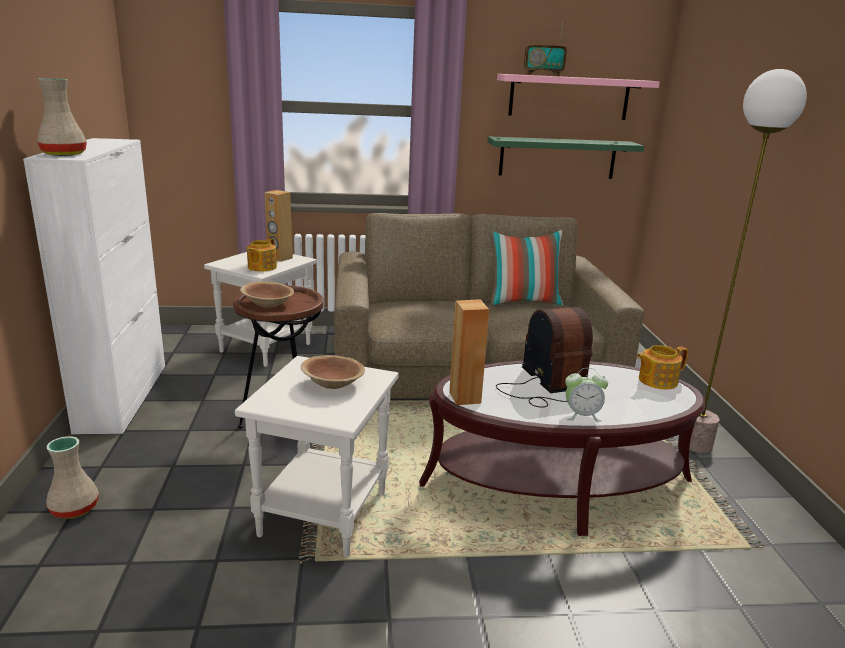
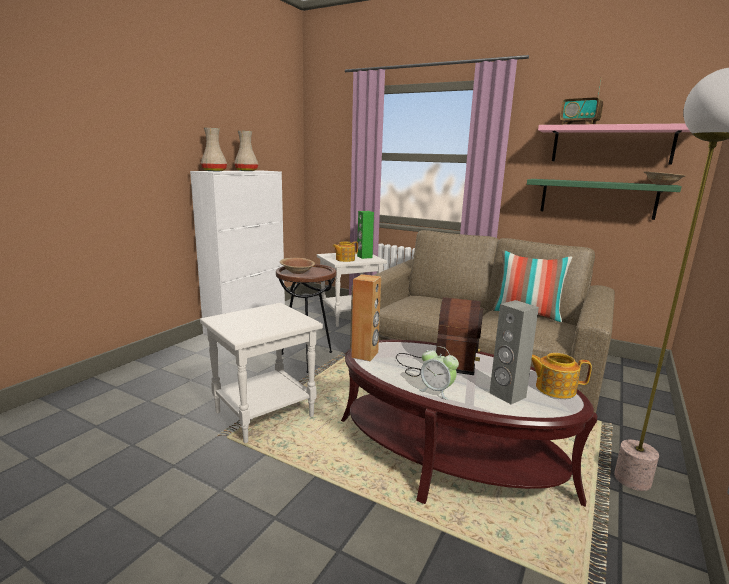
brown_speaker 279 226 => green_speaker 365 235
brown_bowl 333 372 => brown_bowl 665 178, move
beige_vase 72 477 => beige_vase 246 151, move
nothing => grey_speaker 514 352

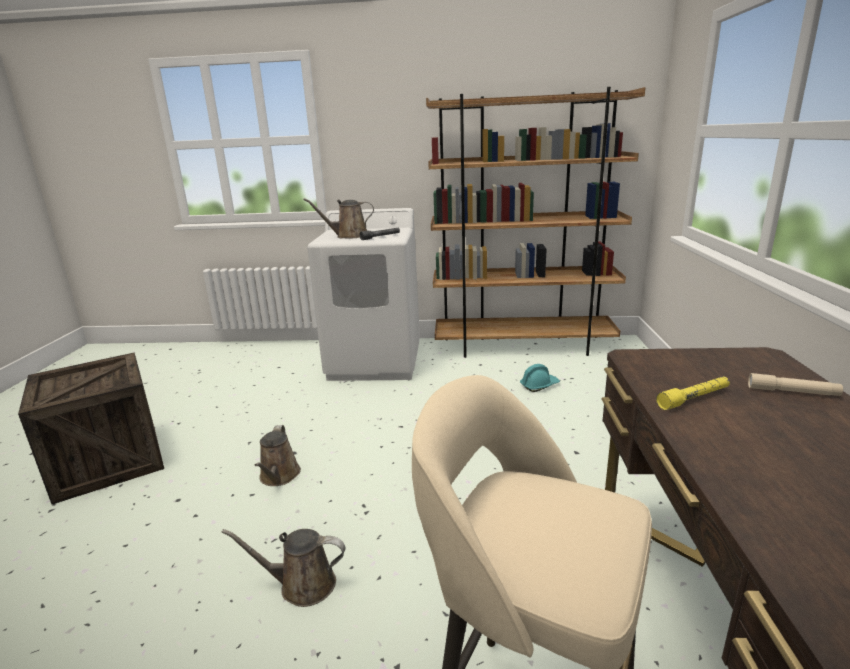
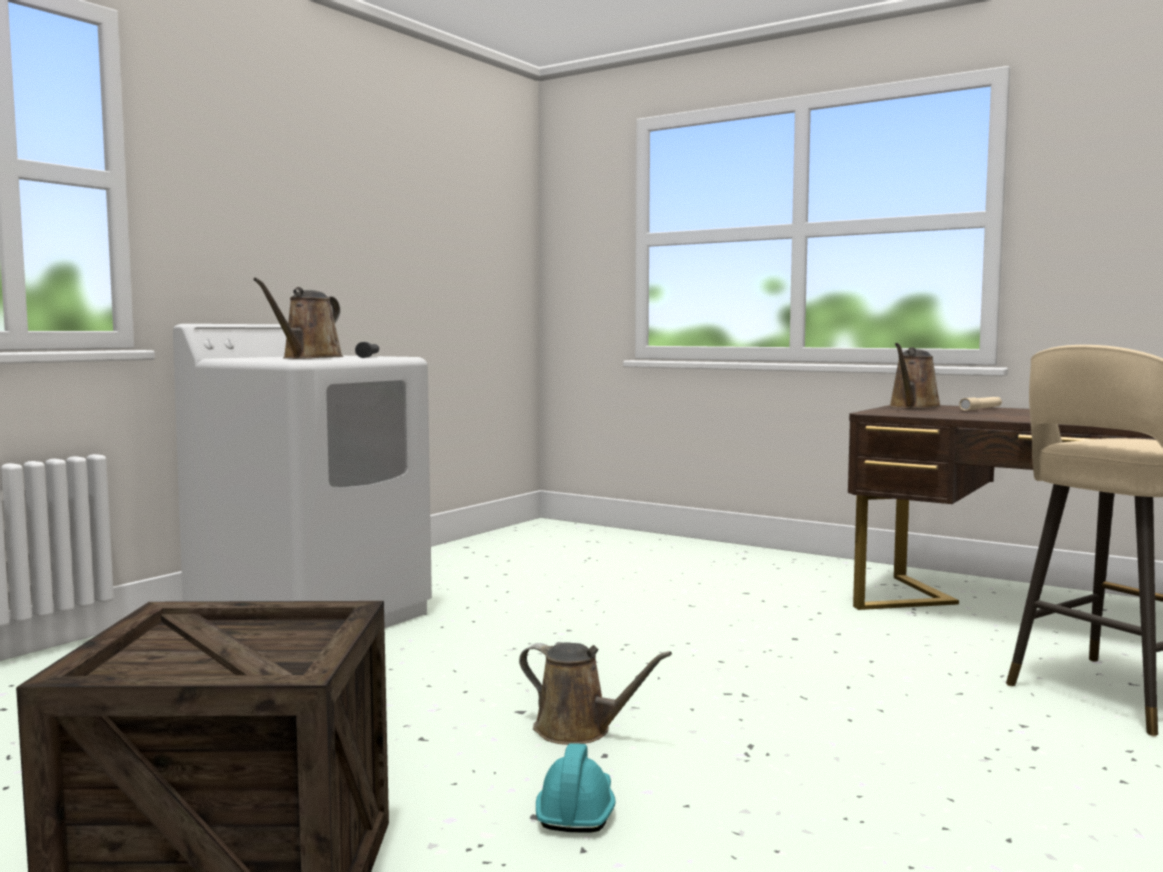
brown_bookcase 536 222 => nothing
turquoise_hard_hat 540 378 => turquoise_hard_hat 575 787, move
yellow_flashlight 693 393 => nothing
brown_watering_can 283 568 => brown_watering_can 915 376, move

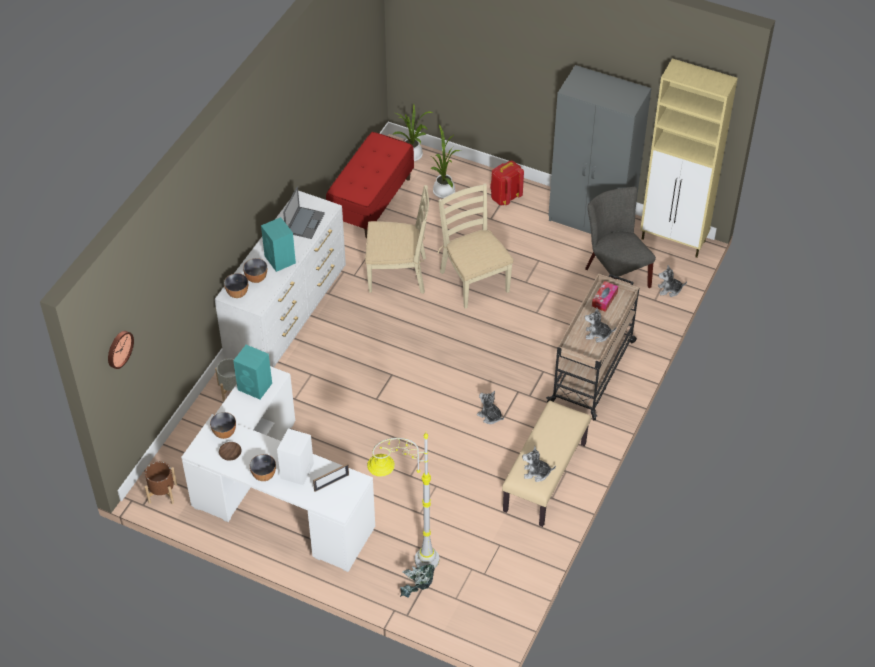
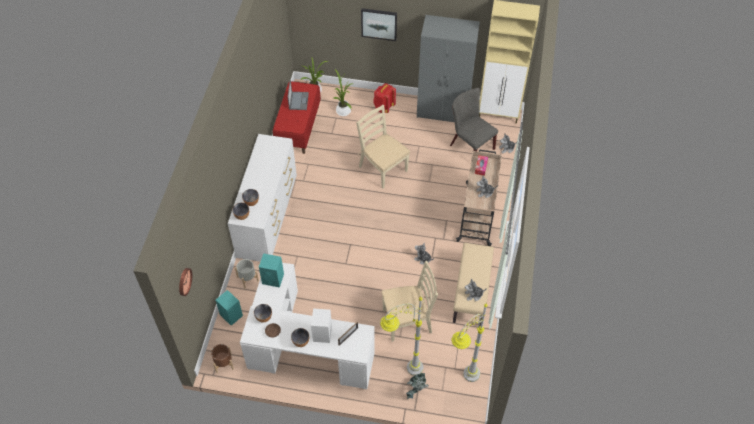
beige_chair 397 239 => beige_chair 410 301, move
laptop 304 213 => laptop 298 94, move
turquoise_speaker 278 244 => turquoise_speaker 229 308, move
nothing => picture 379 24
nothing => grey_floor_lamp 469 343

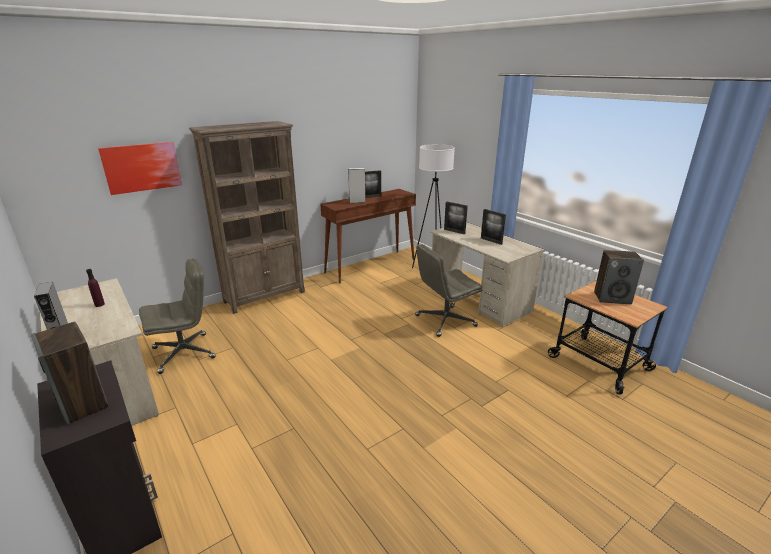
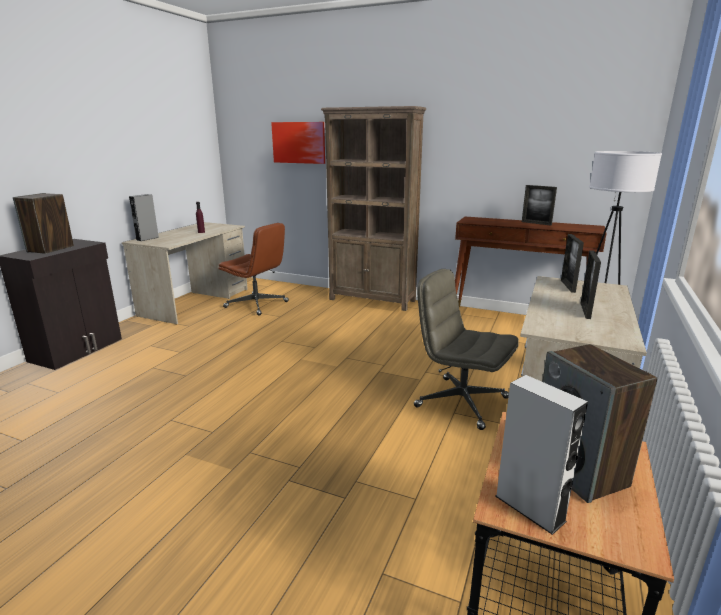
grey_speaker 357 185 => grey_speaker 541 455, move
grey_office_chair 177 316 => brown_office_chair 253 269

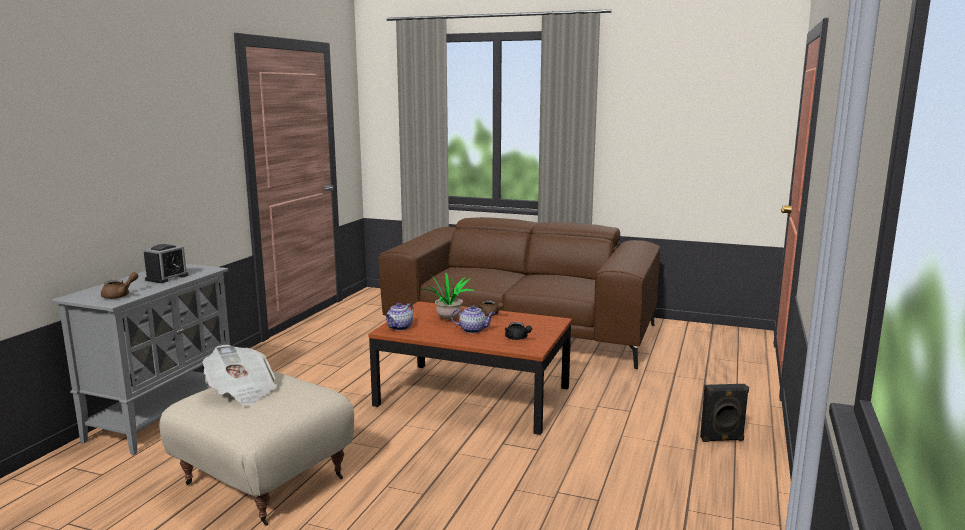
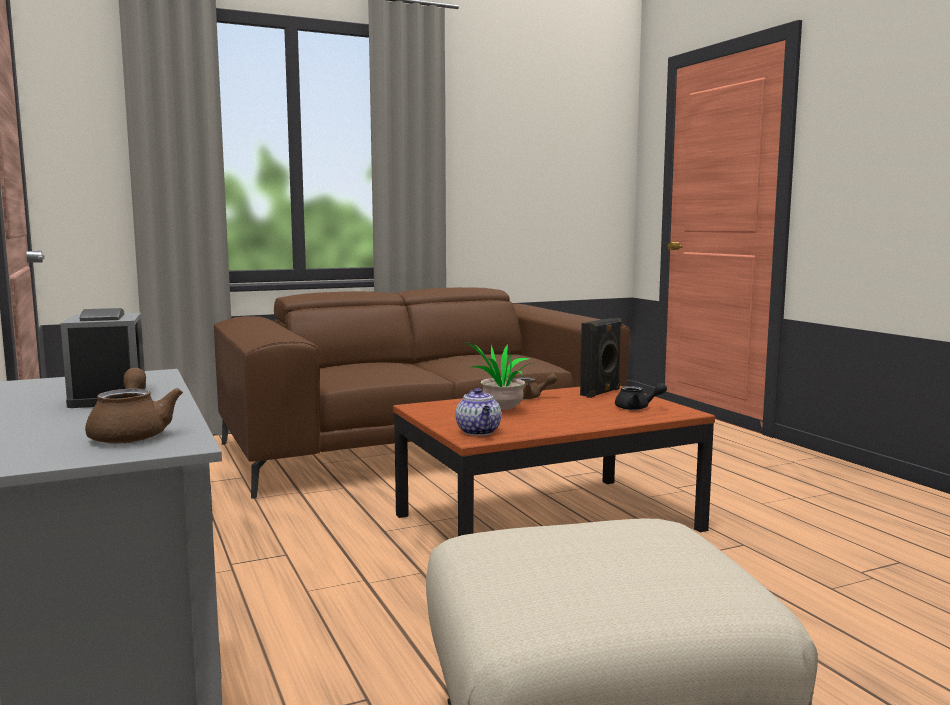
teapot 473 319 => nothing
newspaper 239 375 => nothing
black_speaker 724 413 => black_speaker 601 358, move

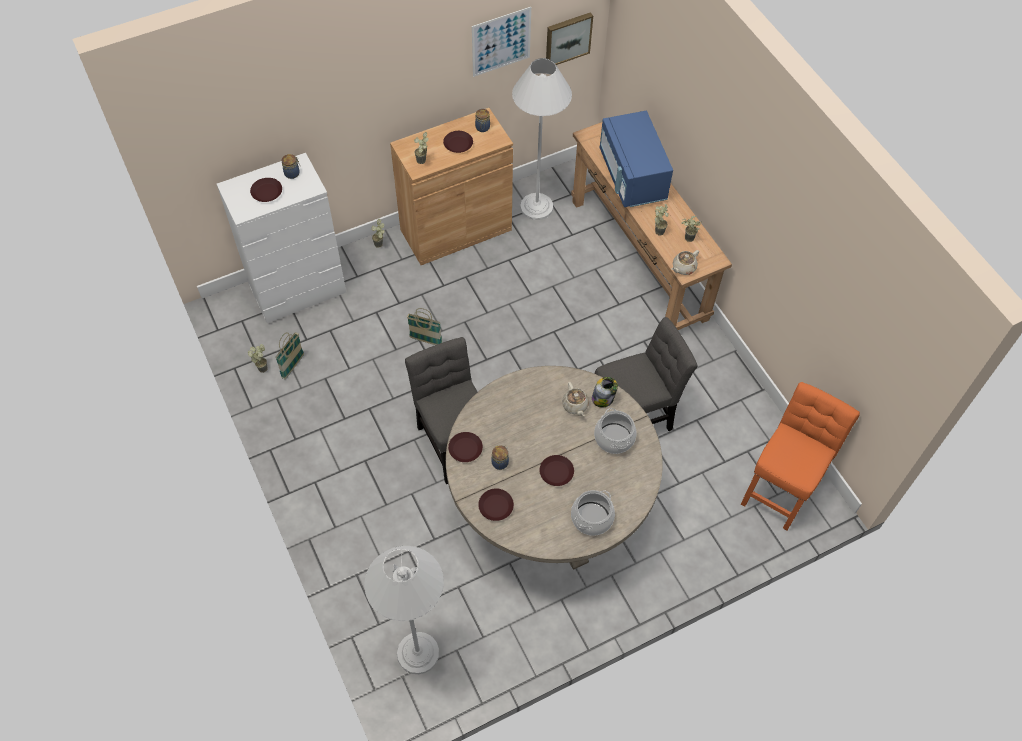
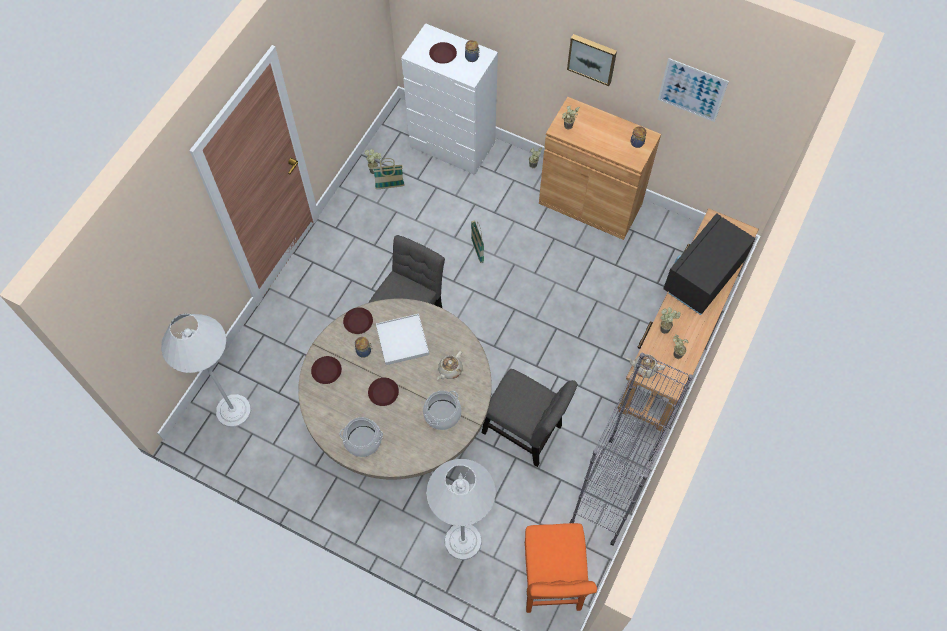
picture 569 38 => picture 592 60, move
white_floor_lamp 542 139 => white_floor_lamp 461 509, move
blue_microwave 636 159 => black_microwave 709 264
brown_plate 458 142 => nothing
jar 605 392 => nothing
orange_chair 800 456 => orange_chair 561 568, 90 degrees clockwise
nothing => white_tray 402 339
nothing => grey_bookcase 631 449

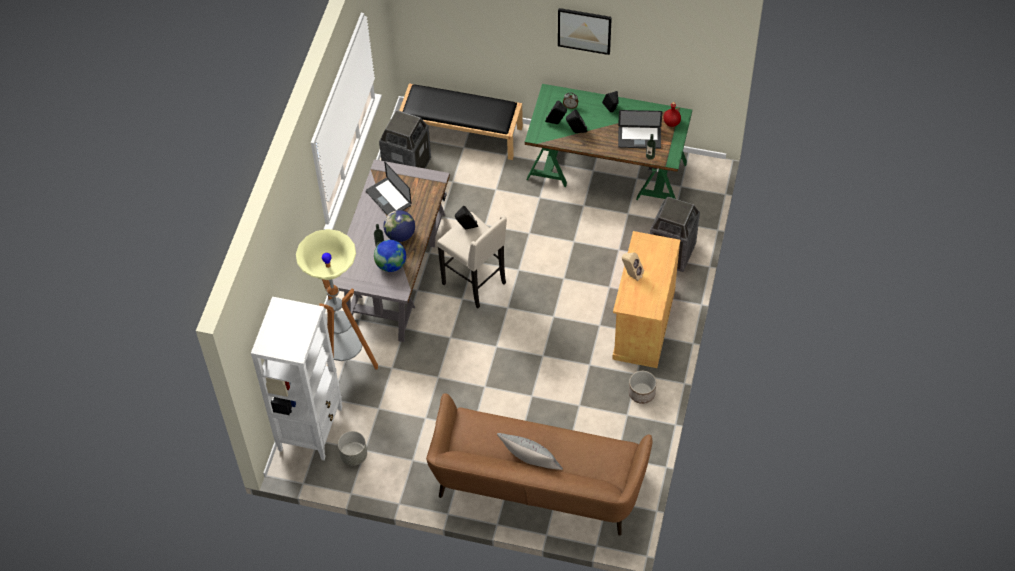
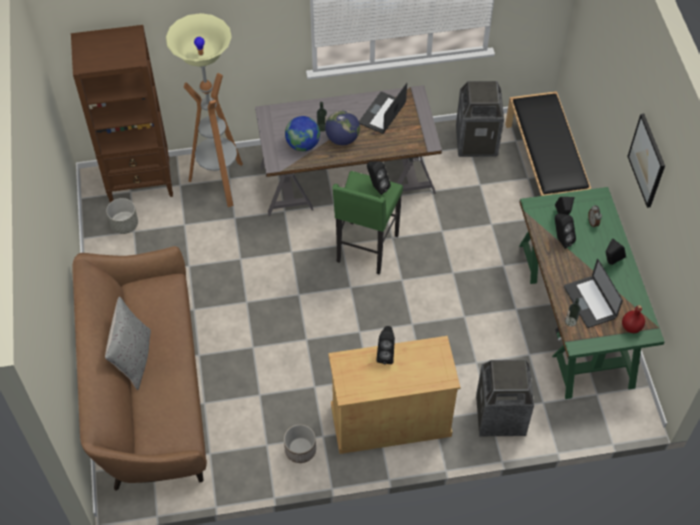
beige_stool 472 260 => green_stool 367 223
beige_speaker 633 267 => black_speaker 385 345
white_bookcase 296 378 => brown_bookcase 122 114

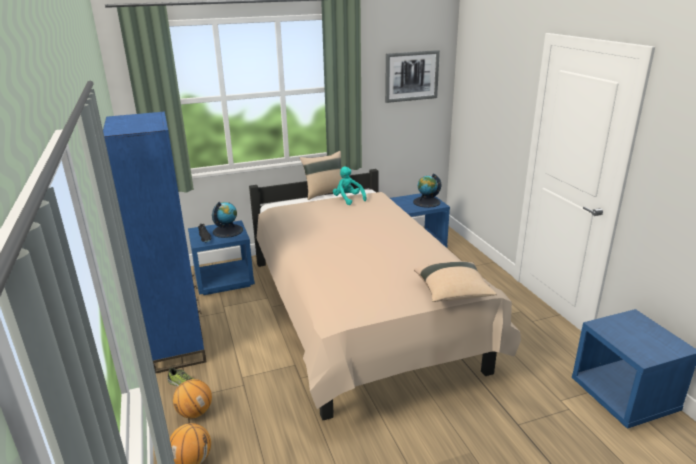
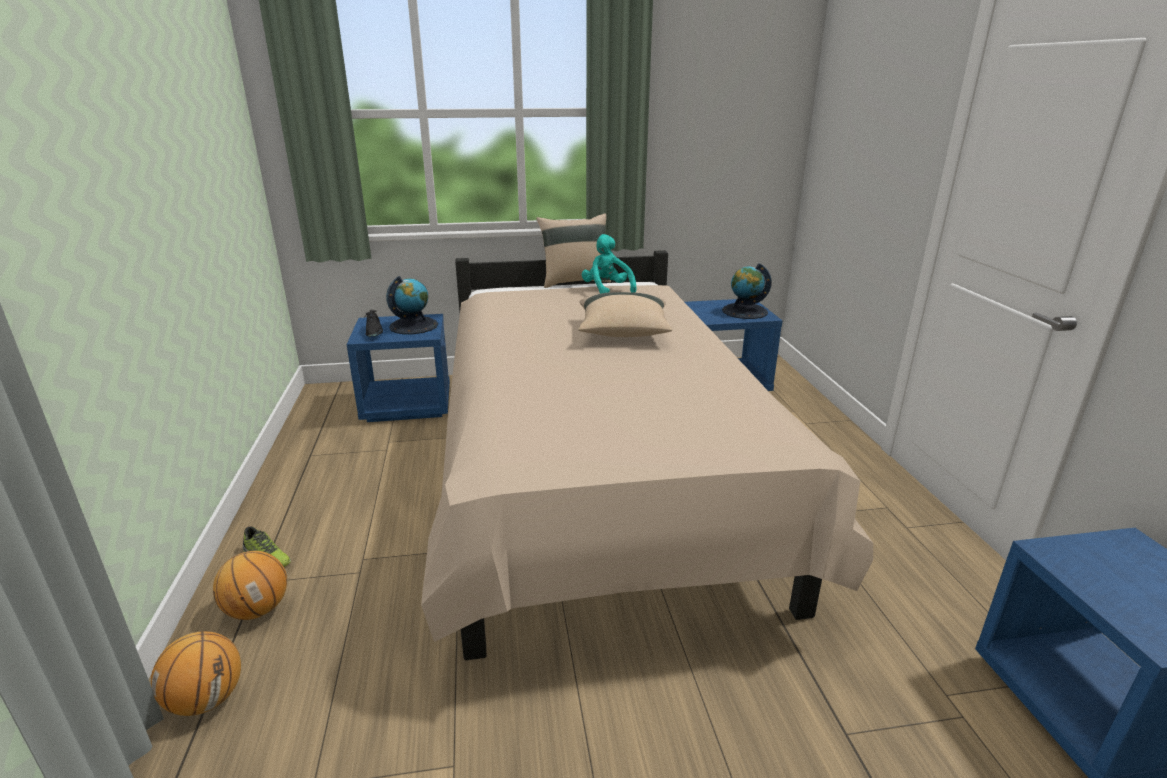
picture 412 76 => nothing
blue_bookcase 155 242 => nothing
beige_pillow 455 282 => beige_pillow 625 314, move

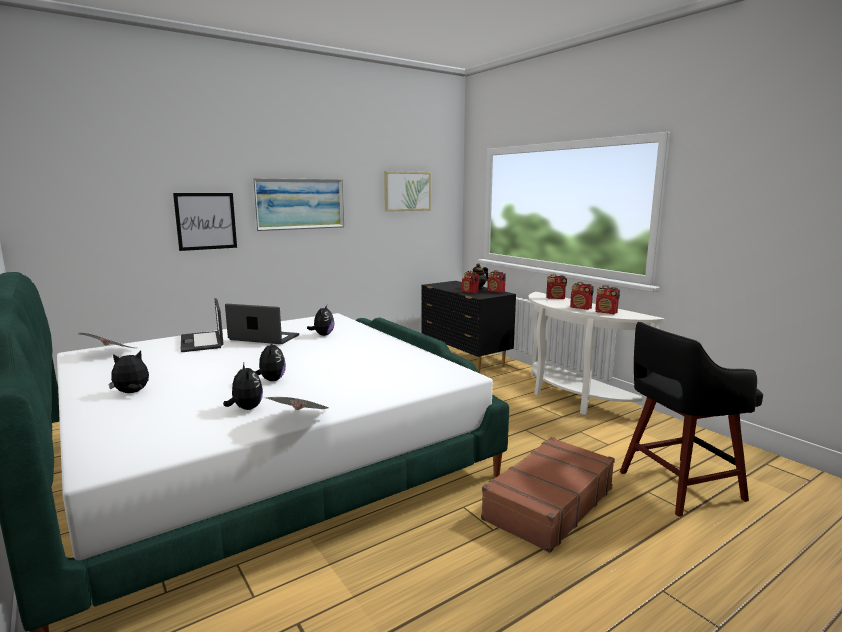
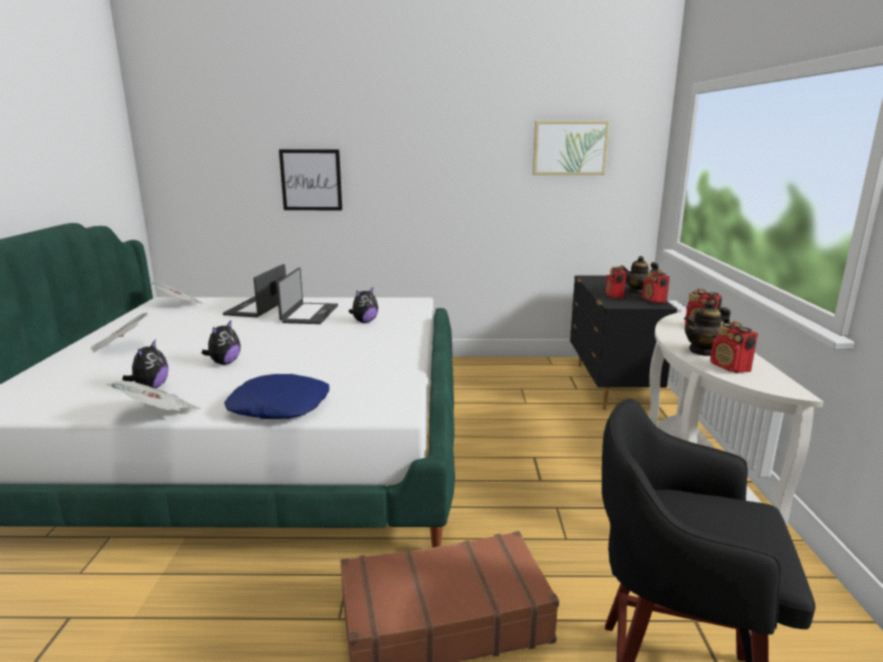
picture 298 204 => nothing
radio 582 296 => teapot 707 328
laptop 262 324 => laptop 307 296, 45 degrees clockwise
plush_toy 128 372 => newspaper 119 333
nothing => blue_pillow 276 396

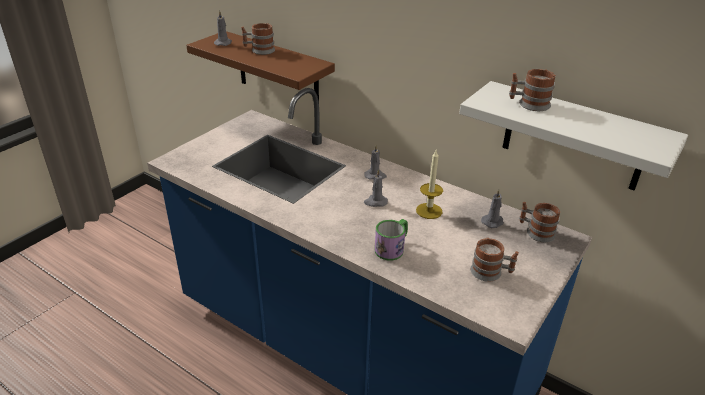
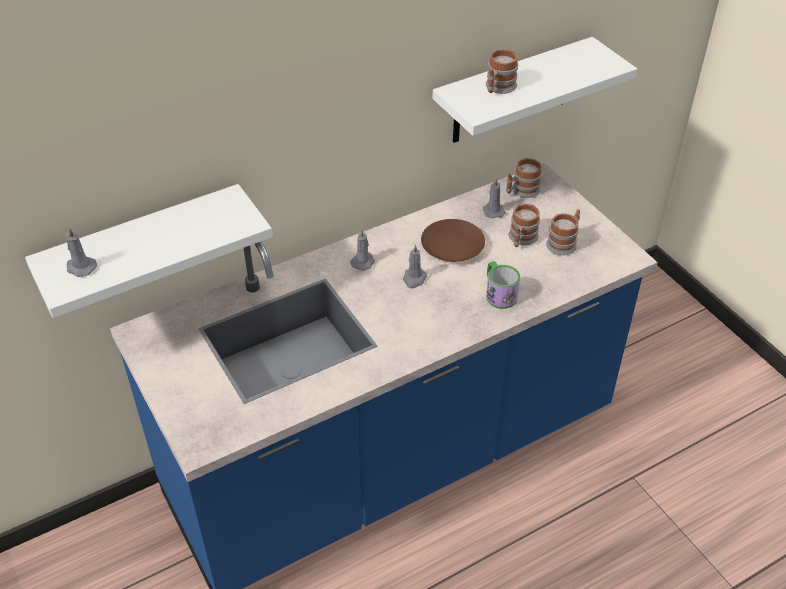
mug 258 39 => mug 524 225, move
brown_shelf 260 66 => white_shelf 149 251
candle 429 184 => brown_plate 453 240

